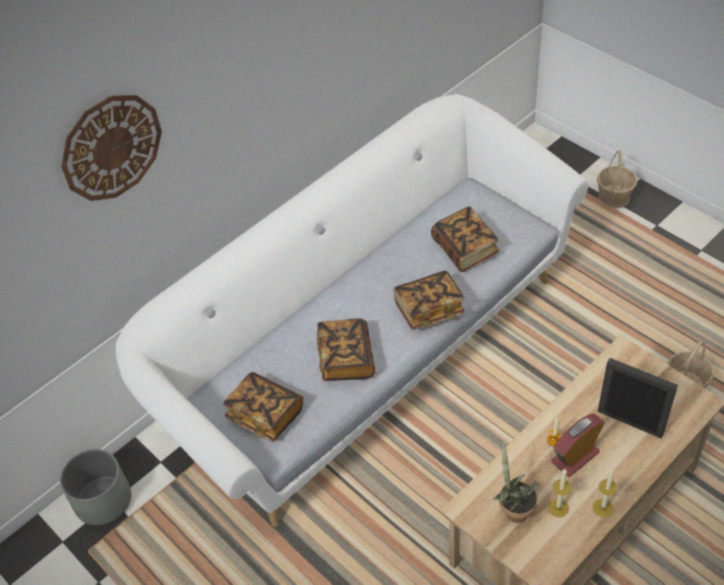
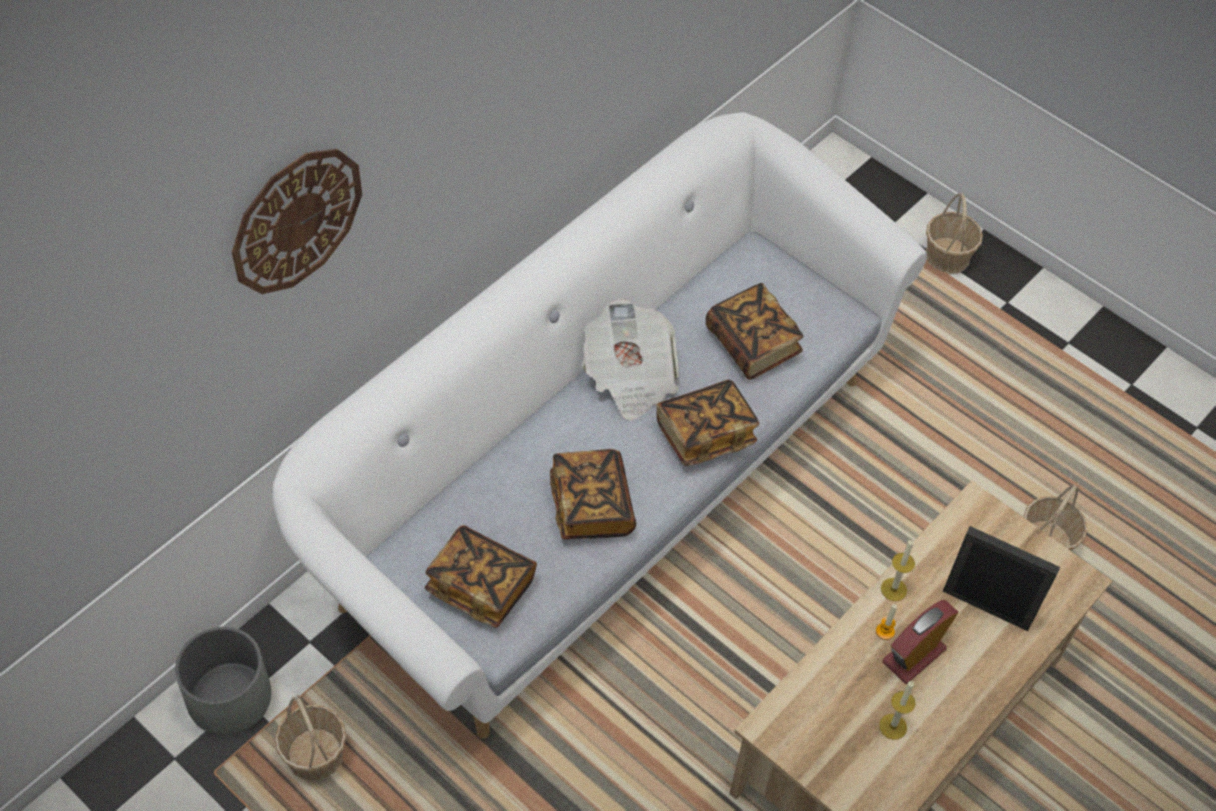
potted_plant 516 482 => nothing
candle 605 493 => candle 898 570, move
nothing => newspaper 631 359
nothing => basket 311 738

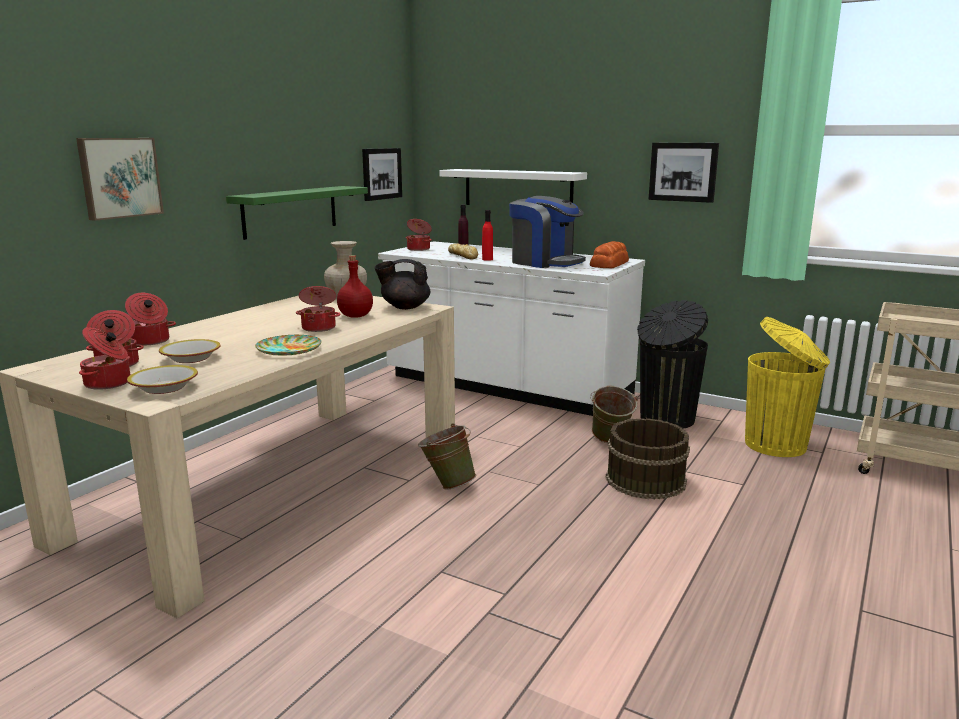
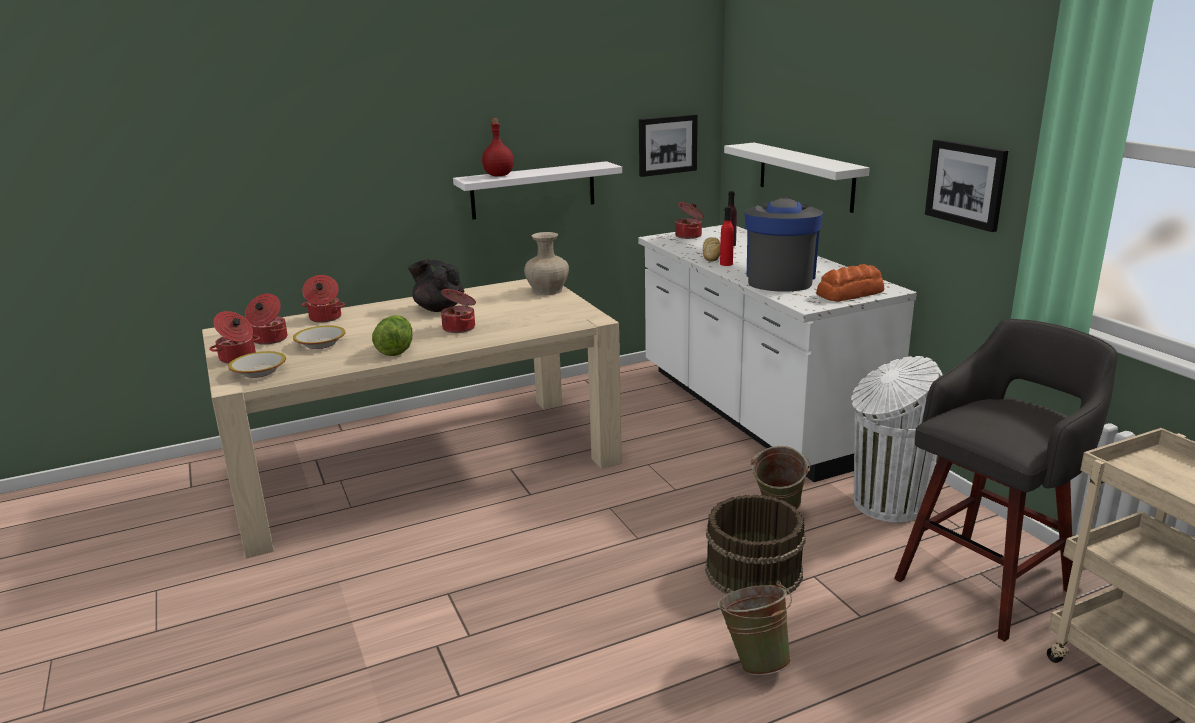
picture 120 179 => nothing
green_shelf 297 213 => white_shelf 537 190
coffee_machine 547 232 => coffee_machine 784 244, 150 degrees counterclockwise
red_bottle 355 286 => red_bottle 498 147, move
black_teapot 402 284 => black_teapot 436 286, move
black_trash_can 672 364 => white_trash_can 896 439
yellow_trash_can 787 387 => grey_stool 1006 480
plate 288 345 => lettuce 392 335
green_bucket 447 456 => green_bucket 754 628, move

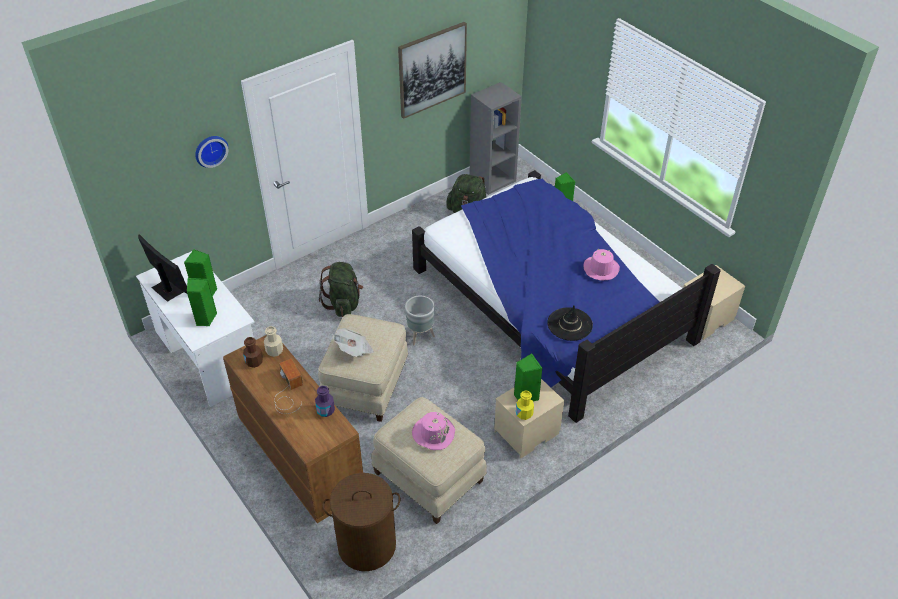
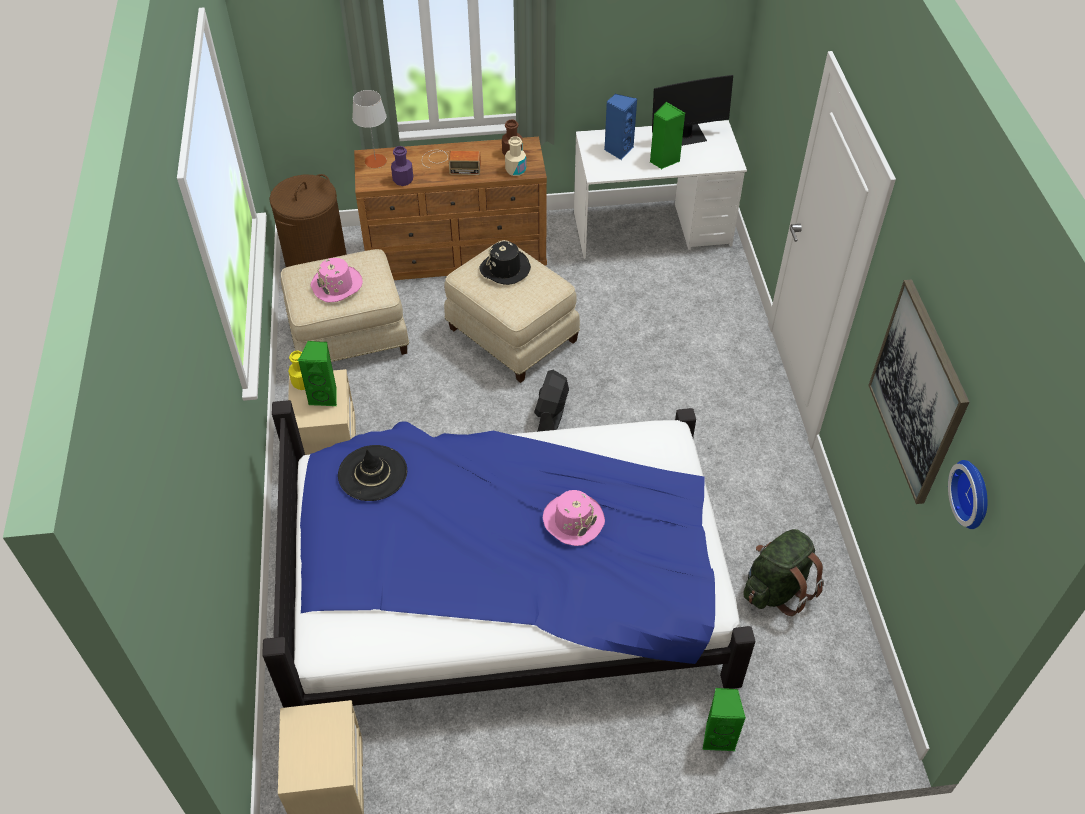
grey_bookcase 496 138 => nothing
wall_clock 212 152 => wall_clock 967 494, move
pink_hat 601 265 => pink_hat 574 518, move
green_backpack 341 289 => nothing
green_speaker 202 302 => blue_speaker 620 127
grey_planter 420 320 => black_fan 551 401
newspaper 353 342 => black_hat 505 263
nothing => grey_table_lamp 369 129

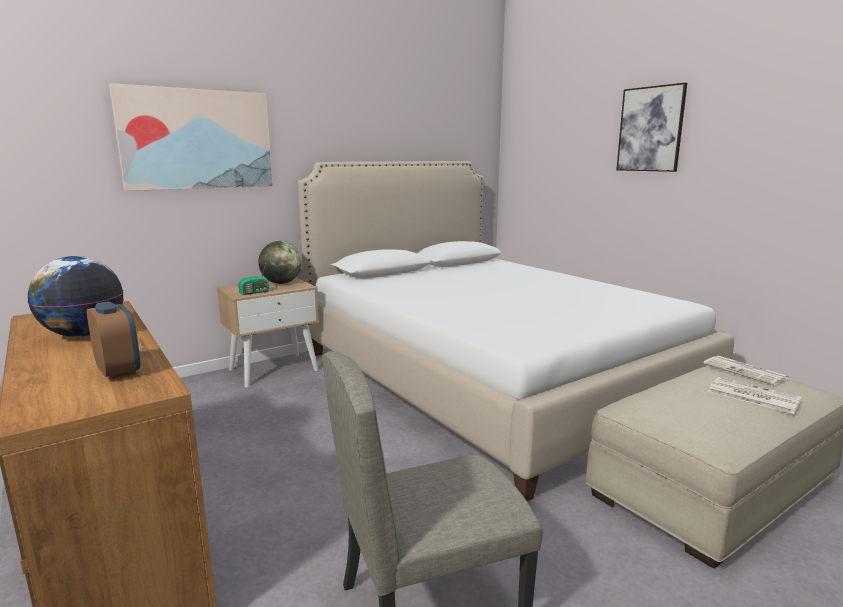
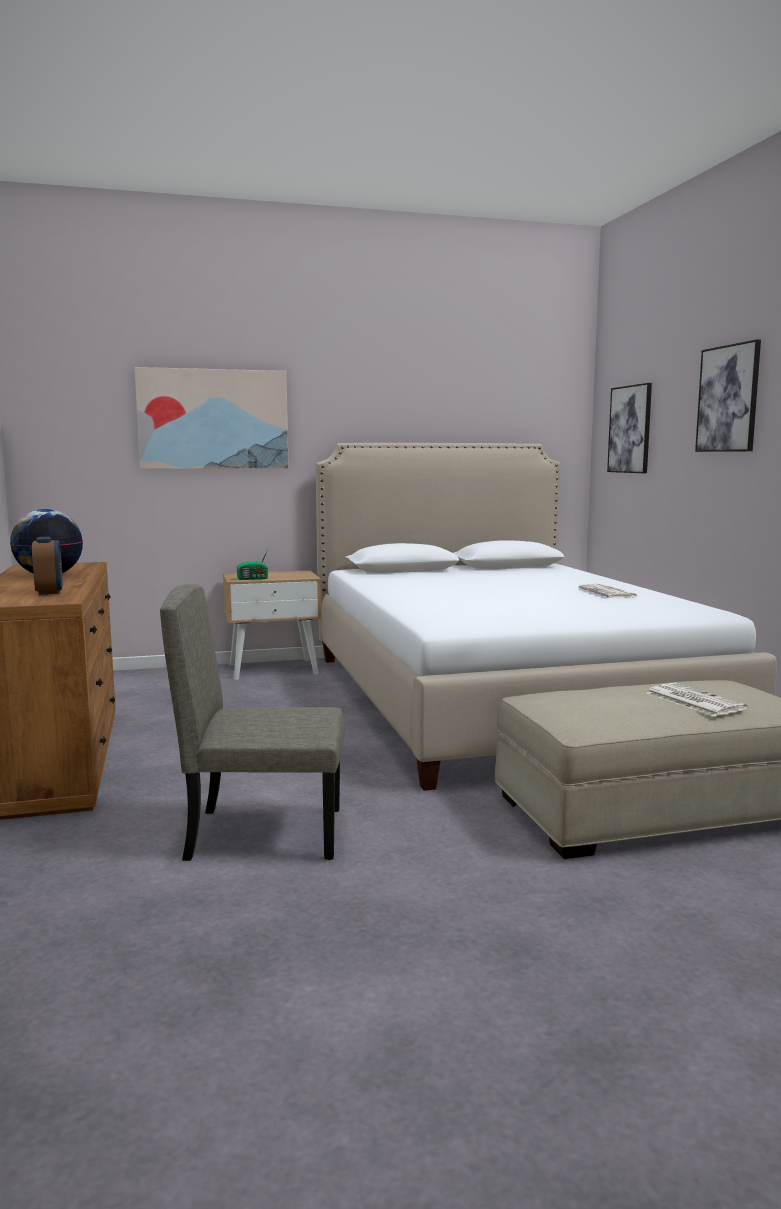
globe 280 262 => nothing
newspaper 746 370 => newspaper 608 591, move
nothing => picture 629 428

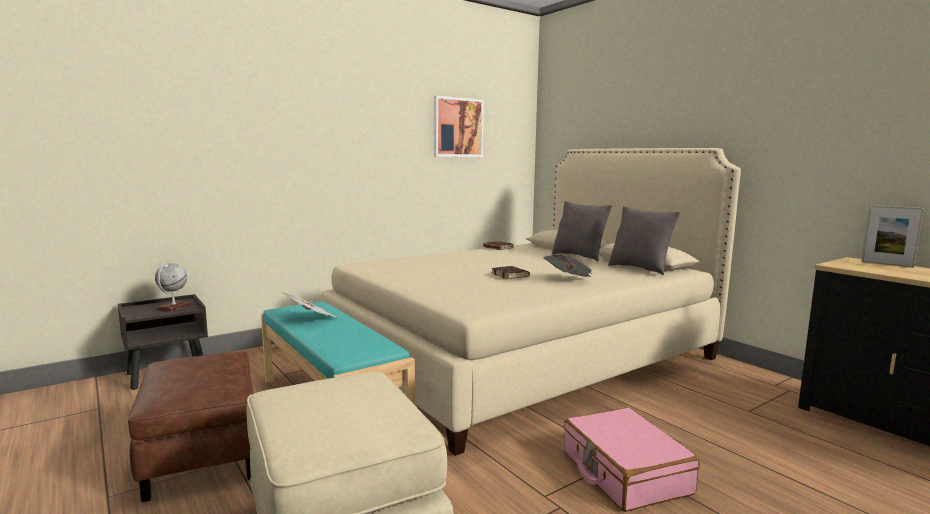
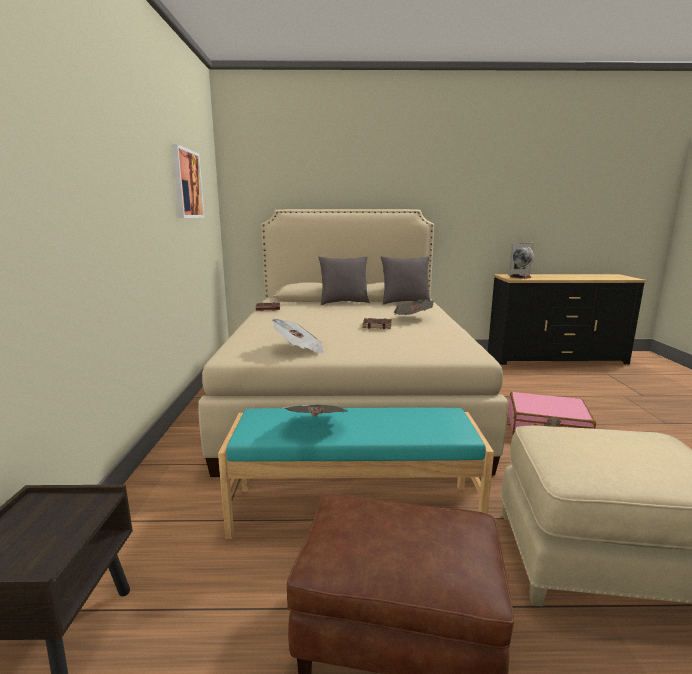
globe 173 287 => globe 522 262, move
nothing => newspaper 297 336

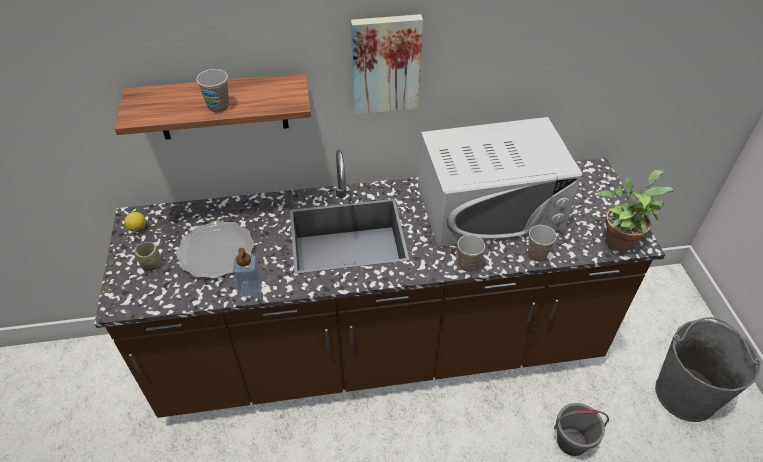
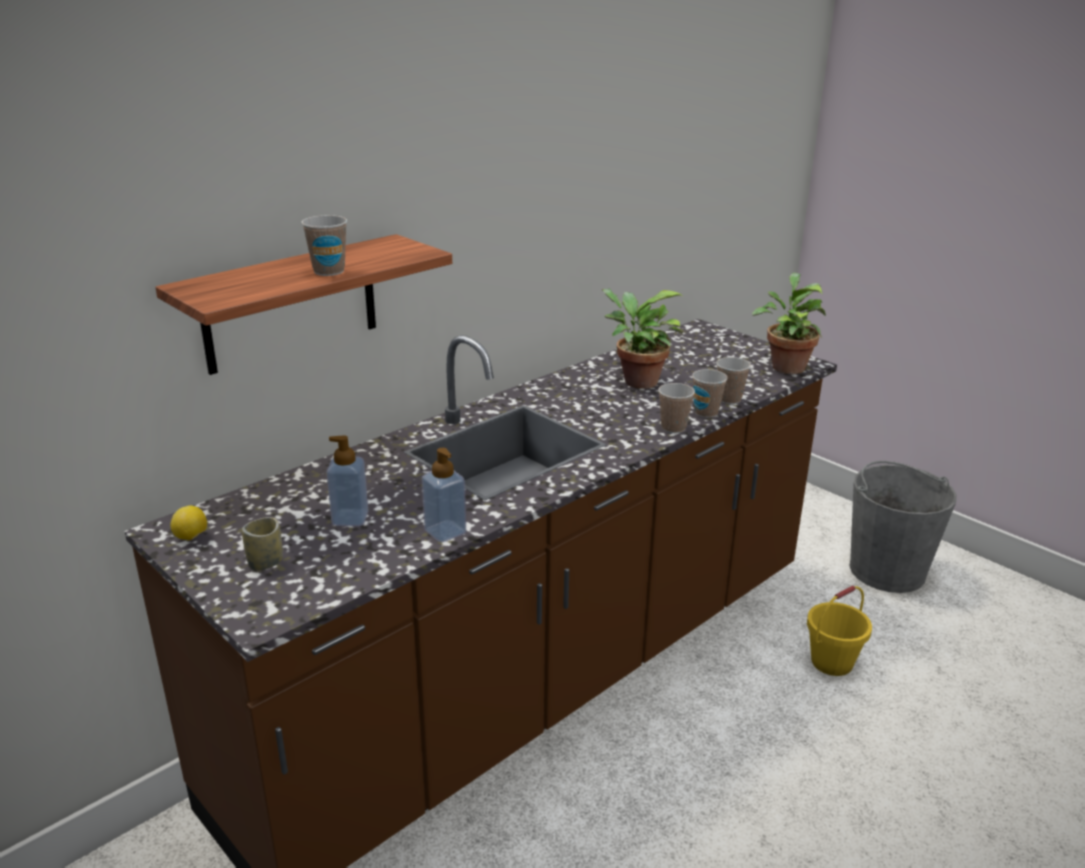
picture 387 64 => nothing
white_microwave 500 182 => potted_plant 642 338
plate 215 250 => soap_dispenser 347 480
grey_bucket 581 429 => yellow_bucket 839 631
nothing => cup 710 393

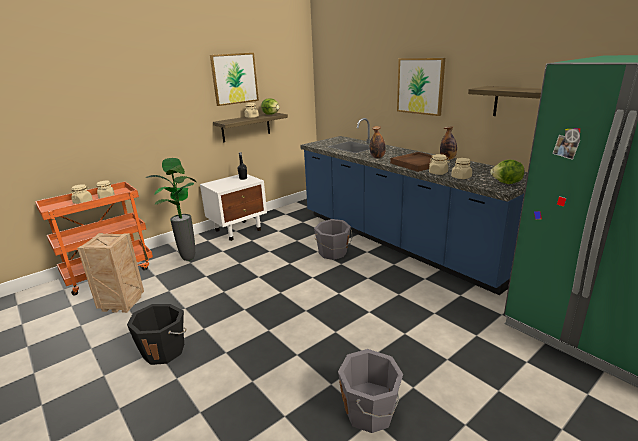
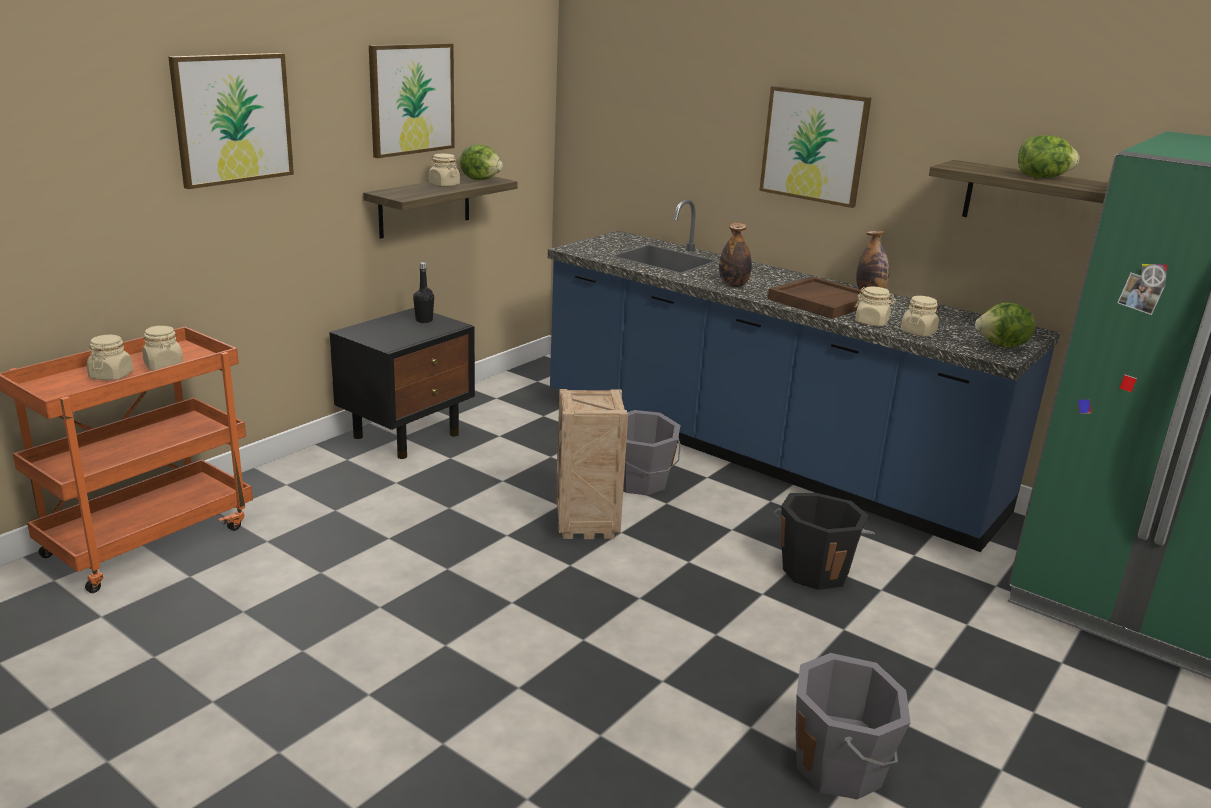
potted_plant 170 209 => nothing
white_nightstand 233 207 => black_nightstand 402 383
crate 110 273 => crate 592 464, move
black_bucket 157 334 => black_bucket 824 541, move
nothing => picture 231 121
nothing => lettuce 1048 156

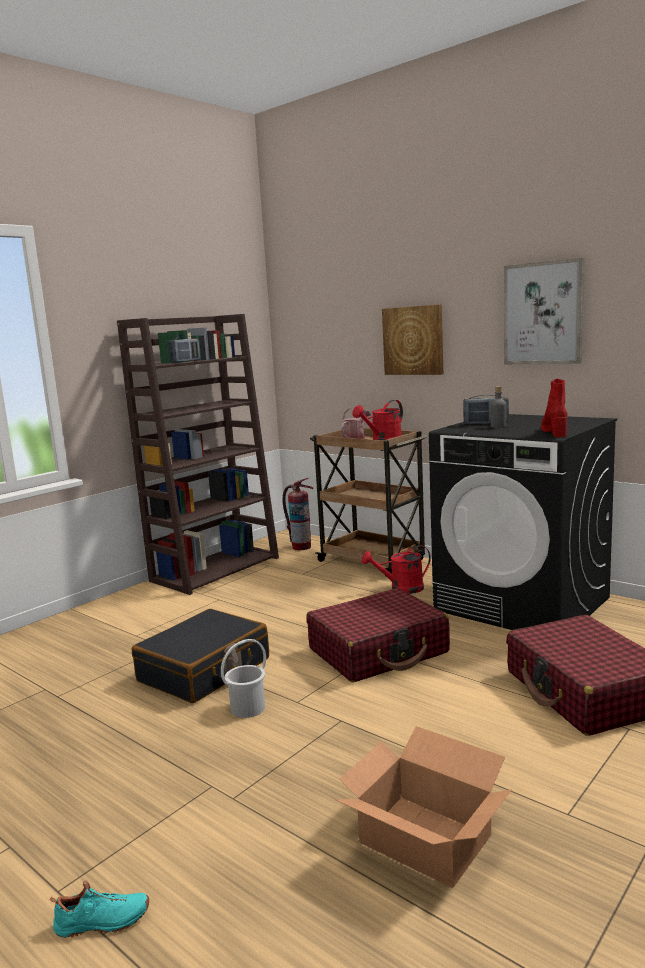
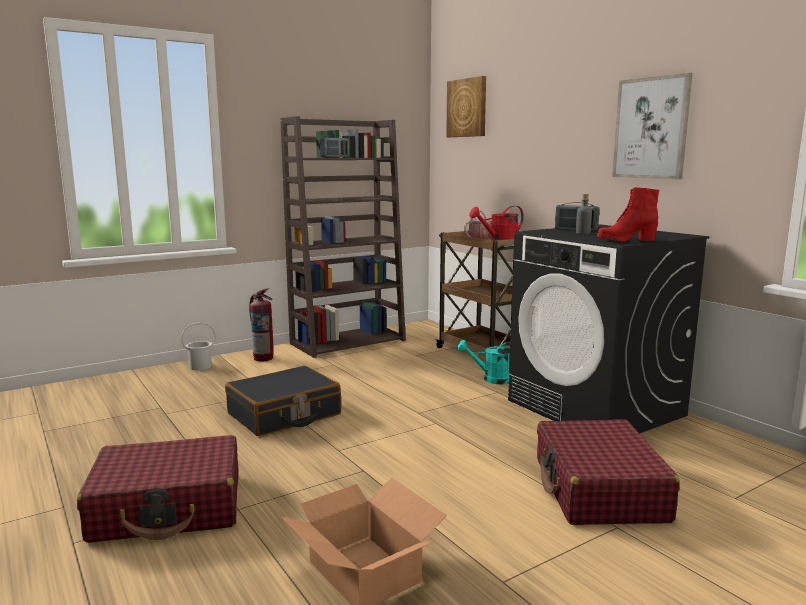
picture 412 339 => picture 466 106, move
red_boot 554 408 => red_boot 628 214, 120 degrees counterclockwise
fire_extinguisher 297 514 => fire_extinguisher 261 325, move
red_watering_can 396 569 => turquoise_watering_can 483 362
red_suitcase 378 635 => red_suitcase 157 489, move
white_bucket 243 678 => white_bucket 198 346, move
turquoise_shoe 99 909 => nothing

